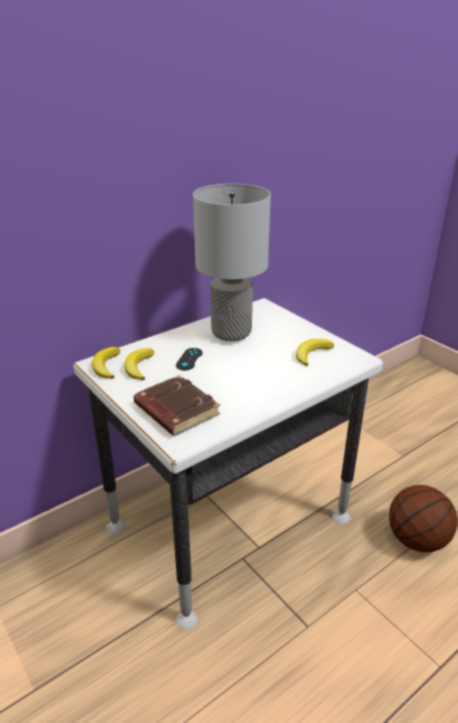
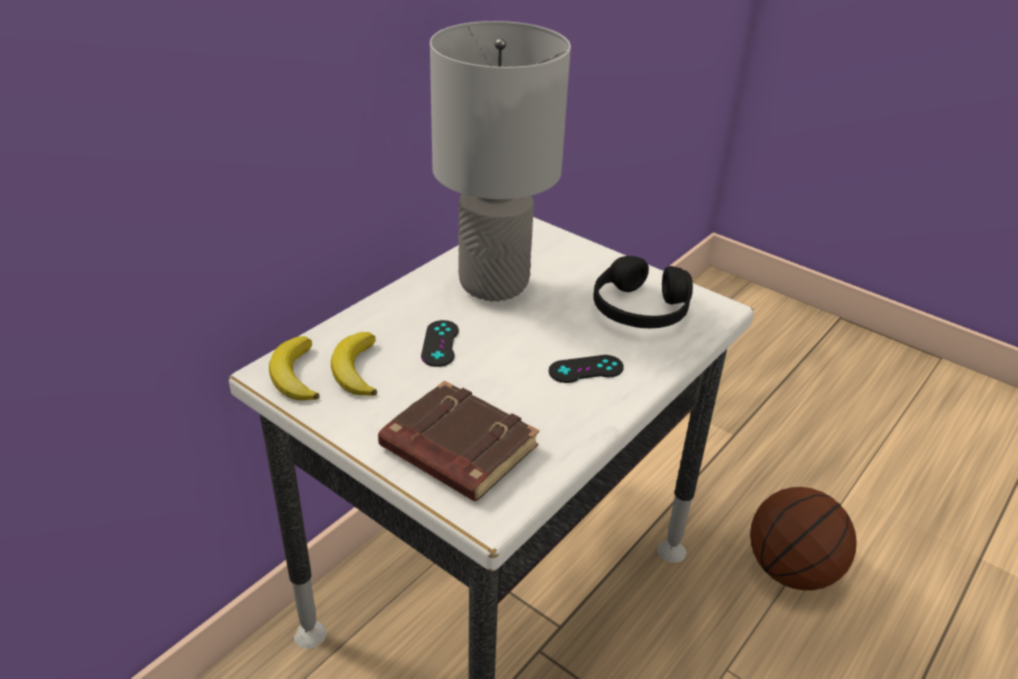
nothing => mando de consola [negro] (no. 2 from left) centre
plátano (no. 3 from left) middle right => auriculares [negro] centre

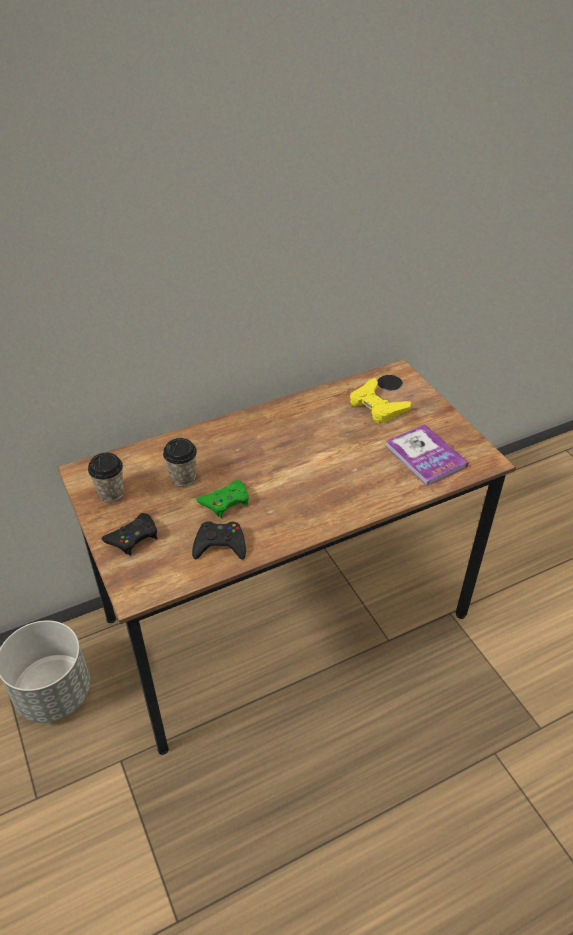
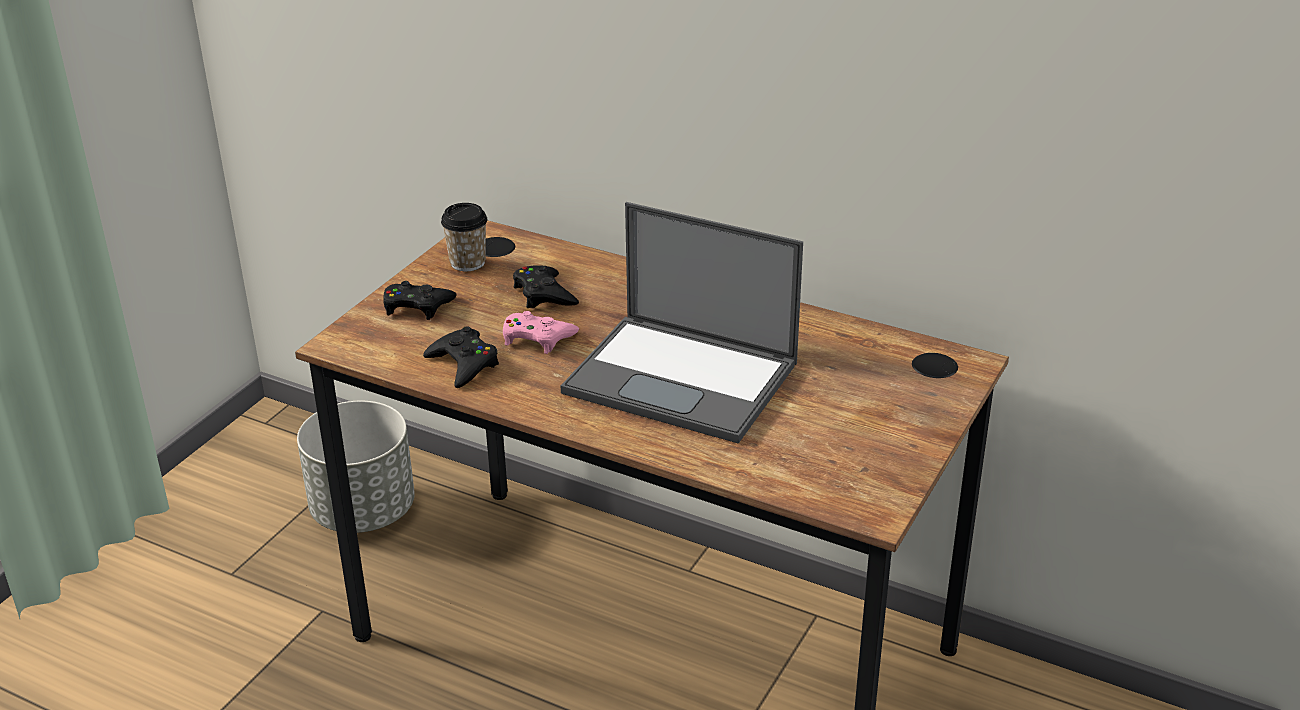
mando de consola [amarillo] centre => nothing
libro middle right => nothing
nothing => portátil centre
taza (no. 2 from left) middle left => mando de consola [negro] (no. 3 from left) centre
mando de consola [verde] centre => mando de consola [rosa] centre

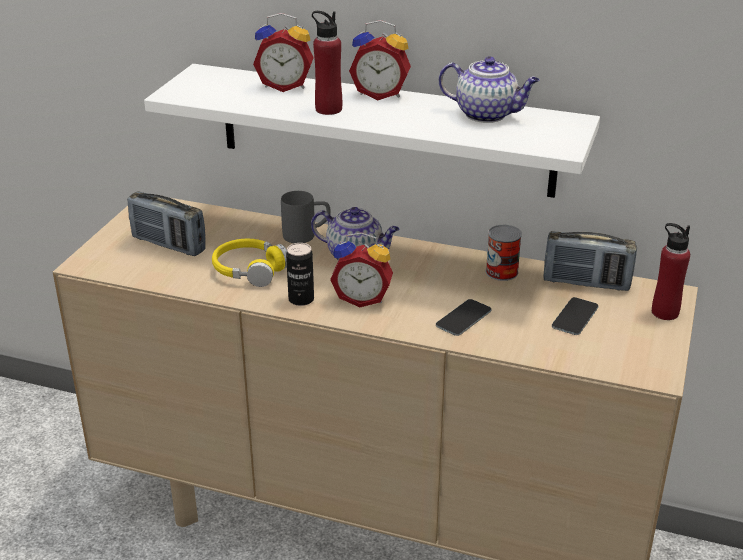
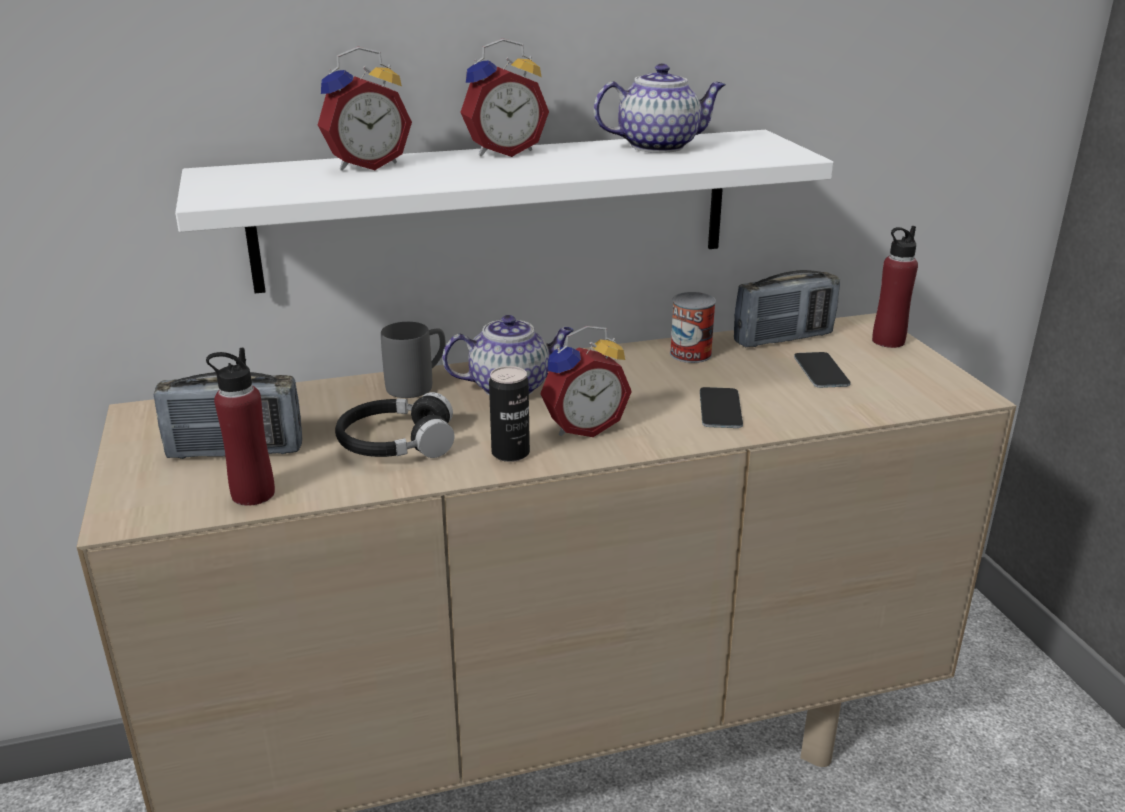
botella [rojo] (no. 1 from left) top centre => botella [rojo] (no. 1 from left) middle left, shifted
auriculares [amarillo] centre => auriculares [negro] centre

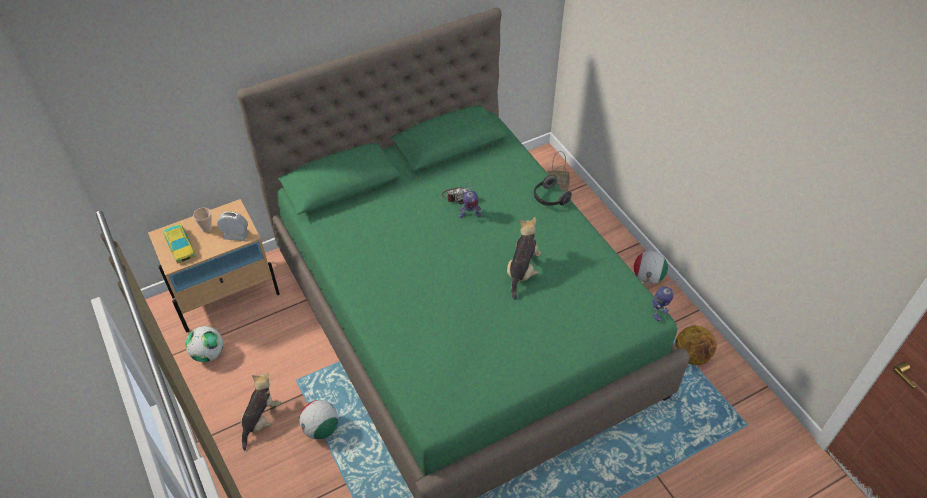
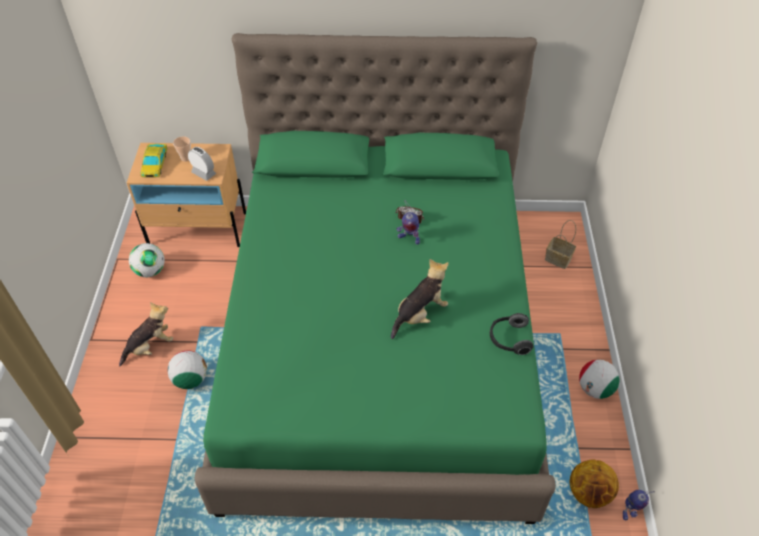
auriculares centre => auriculares middle right, shifted
robot de juguete (no. 2 from left) middle right => robot de juguete (no. 2 from left) bottom right, shifted

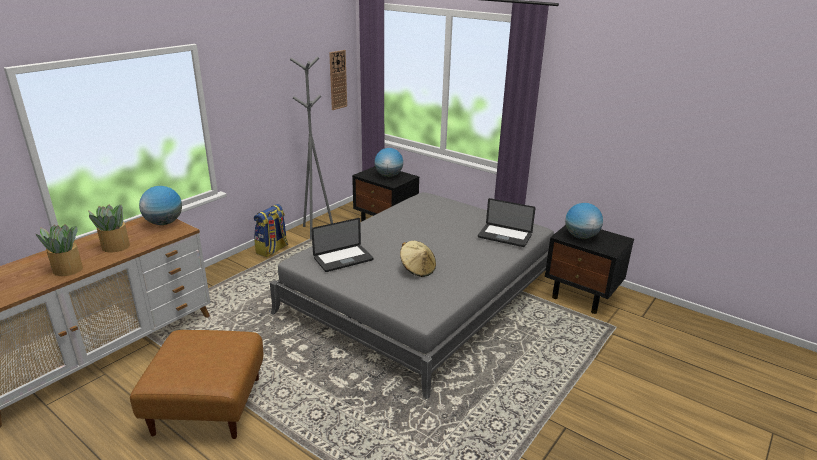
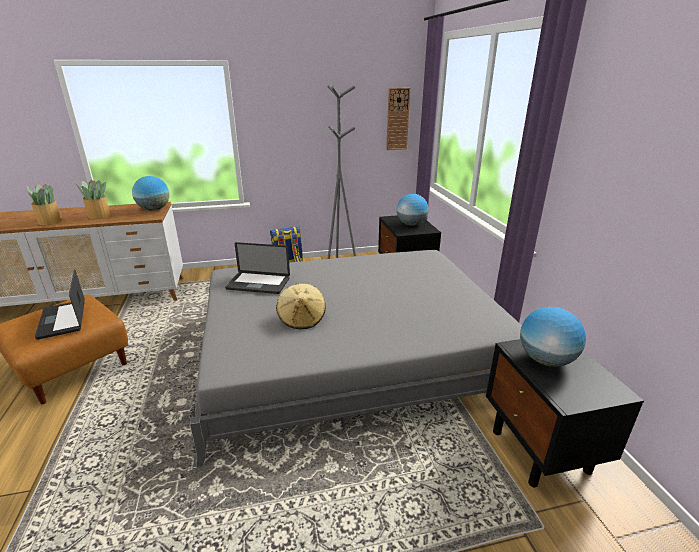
portátil (no. 2 from left in the first image) centre => portátil (no. 1 from left) middle left, shifted

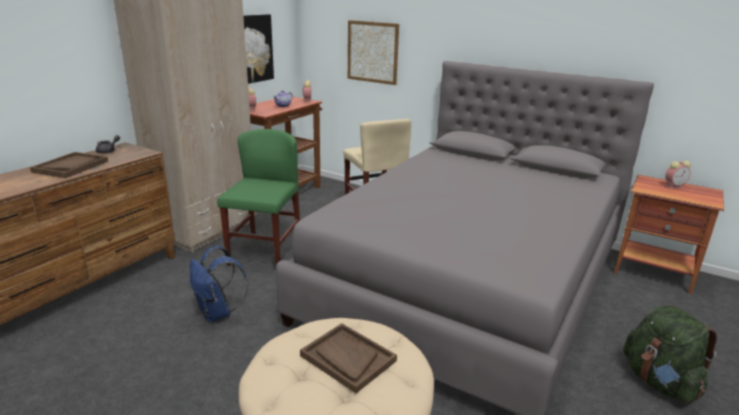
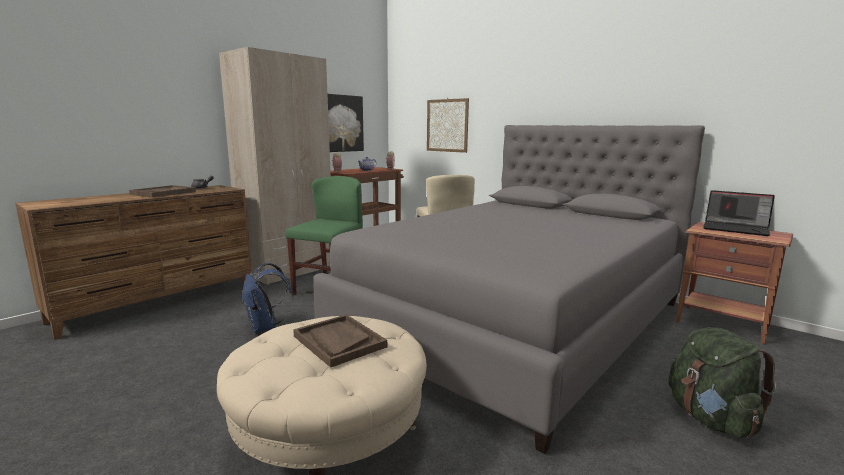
despertador (no. 3 from left) middle right => portátil middle right

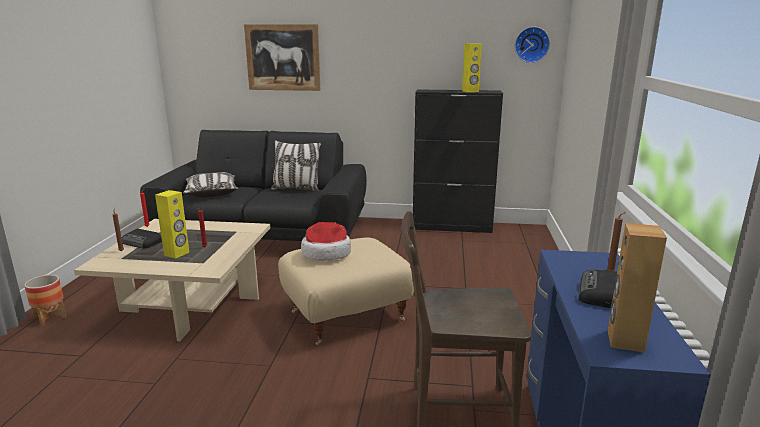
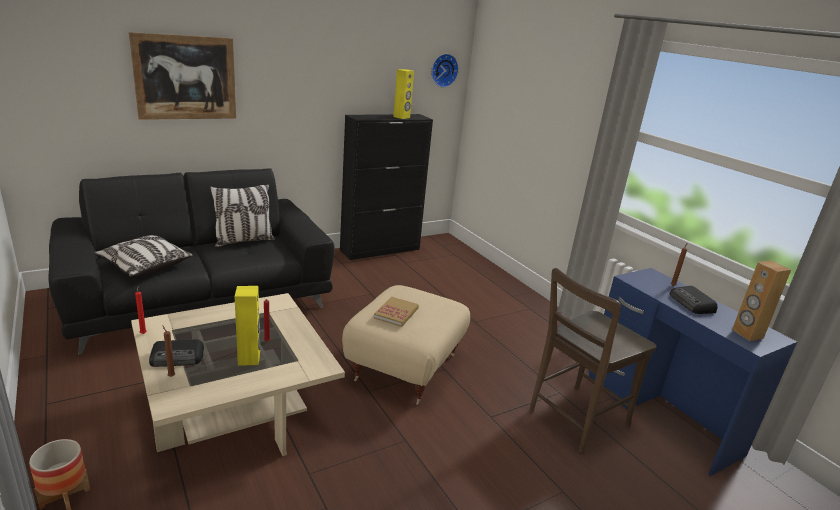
sombrero centre => libro centre

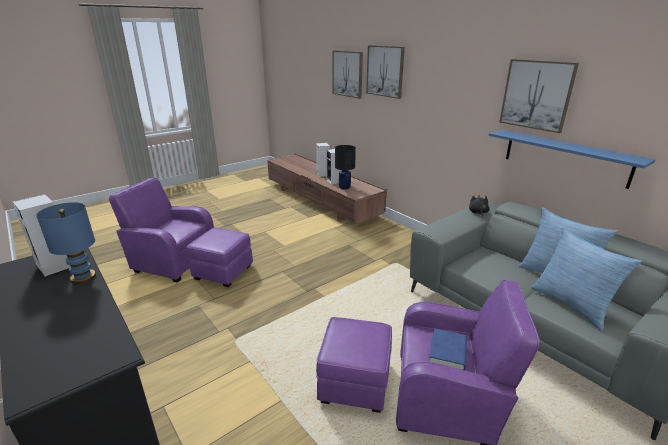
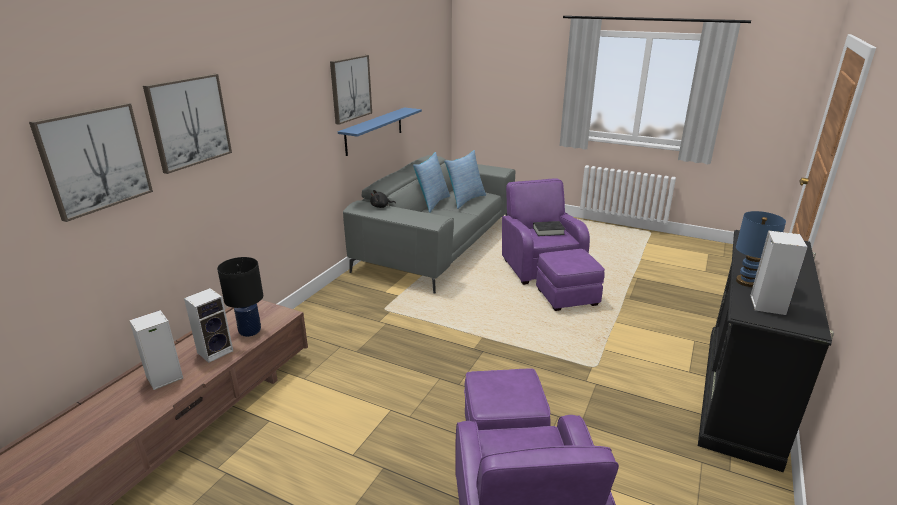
libro [azul] bottom right => libro [negro] centre

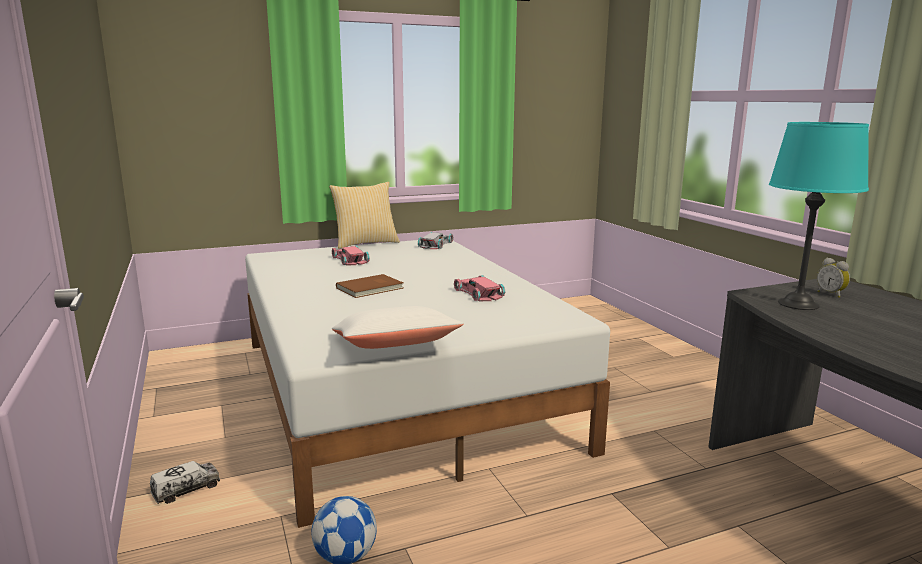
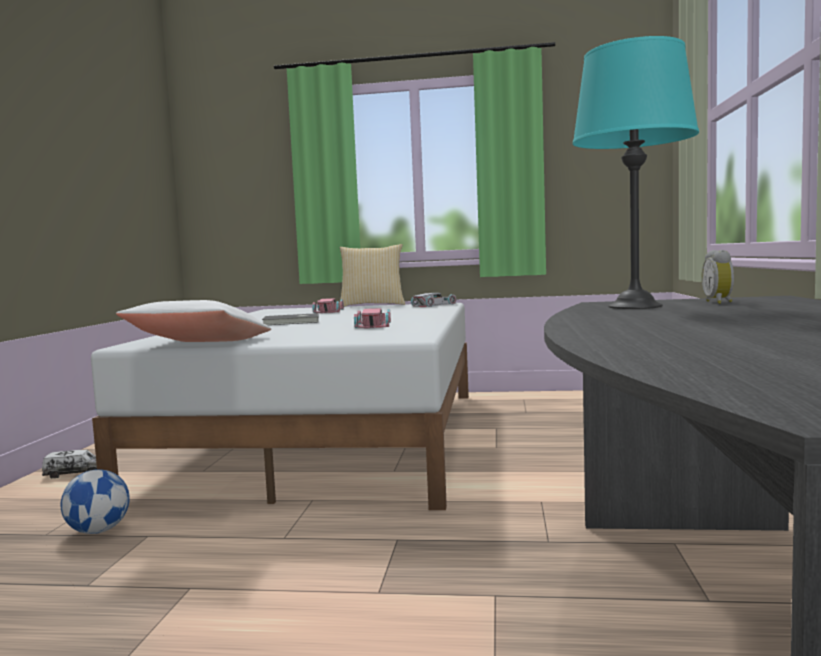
libro [marrón] centre => libro [gris] centre

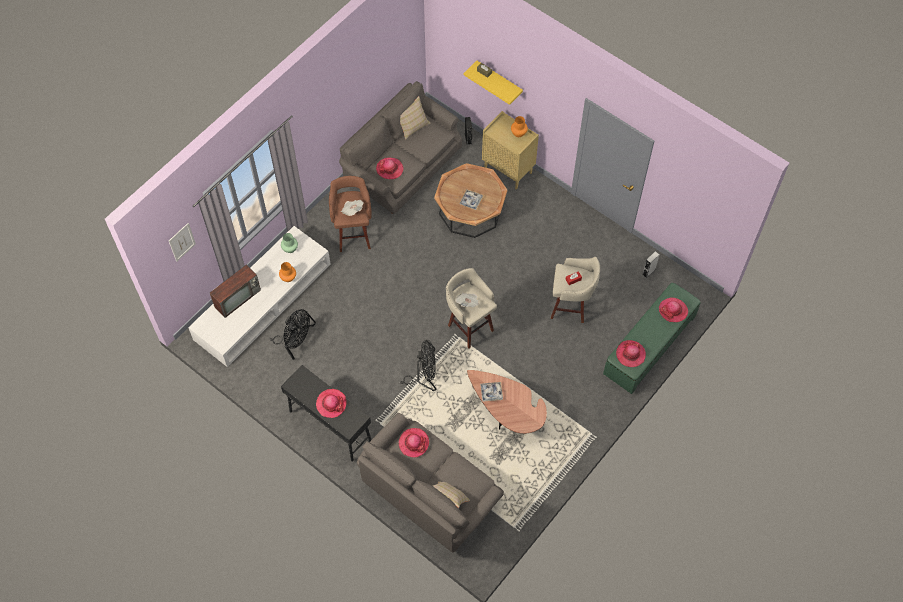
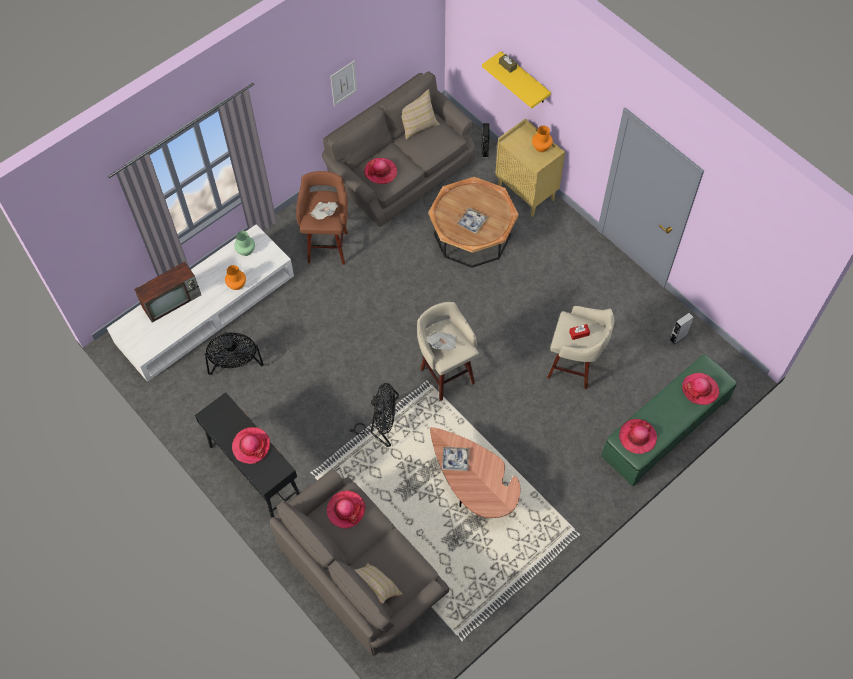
cuadro middle left => cuadro top centre, shifted
ventilador [negro] (no. 1 from left) middle left, 45 degrees clockwise

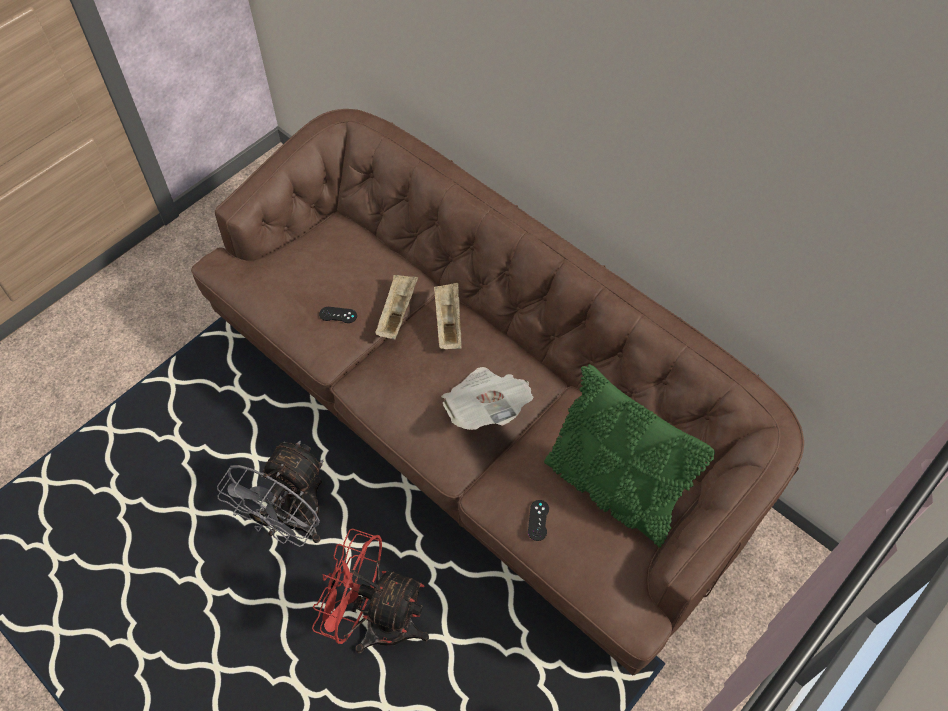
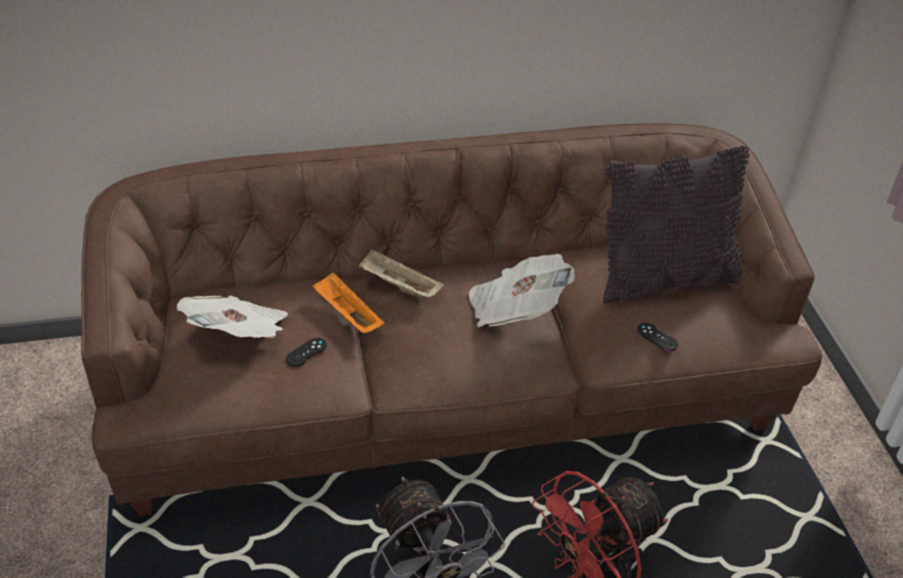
nothing => periódico (no. 1 from left) middle left
bandeja [beis] (no. 1 from left) centre => bandeja [naranja] centre
cojín [verde] centre => cojín [negro] middle right

